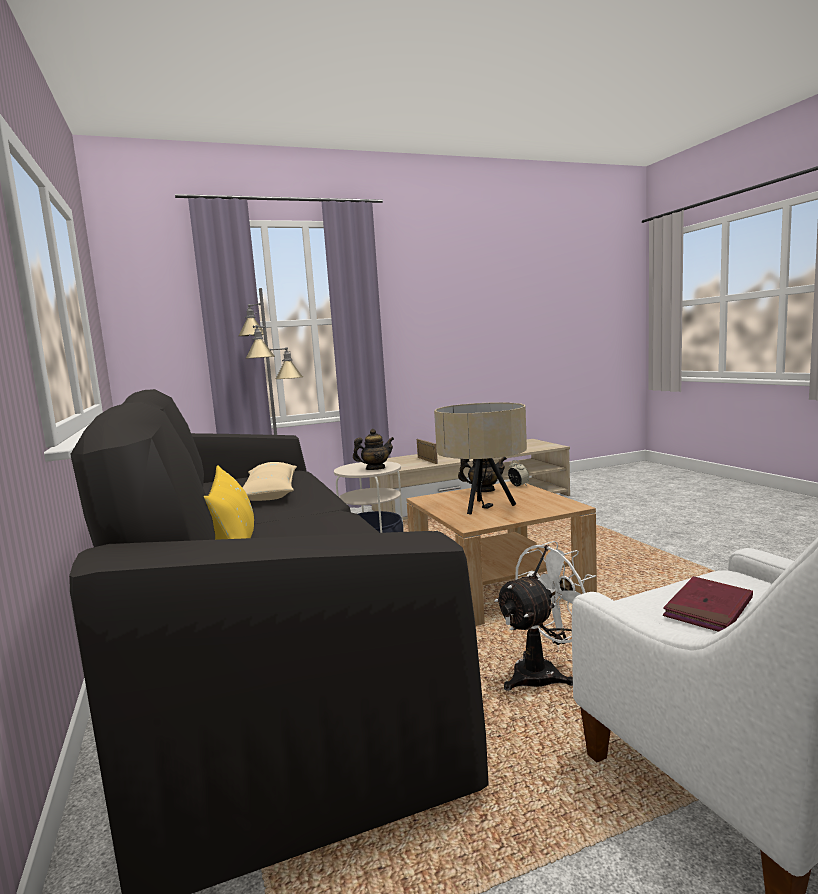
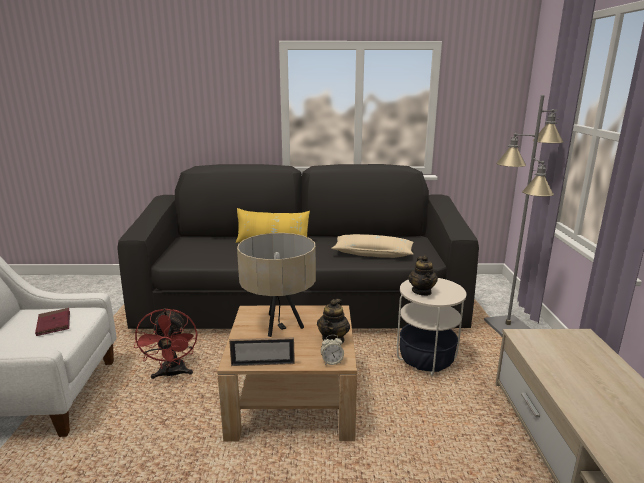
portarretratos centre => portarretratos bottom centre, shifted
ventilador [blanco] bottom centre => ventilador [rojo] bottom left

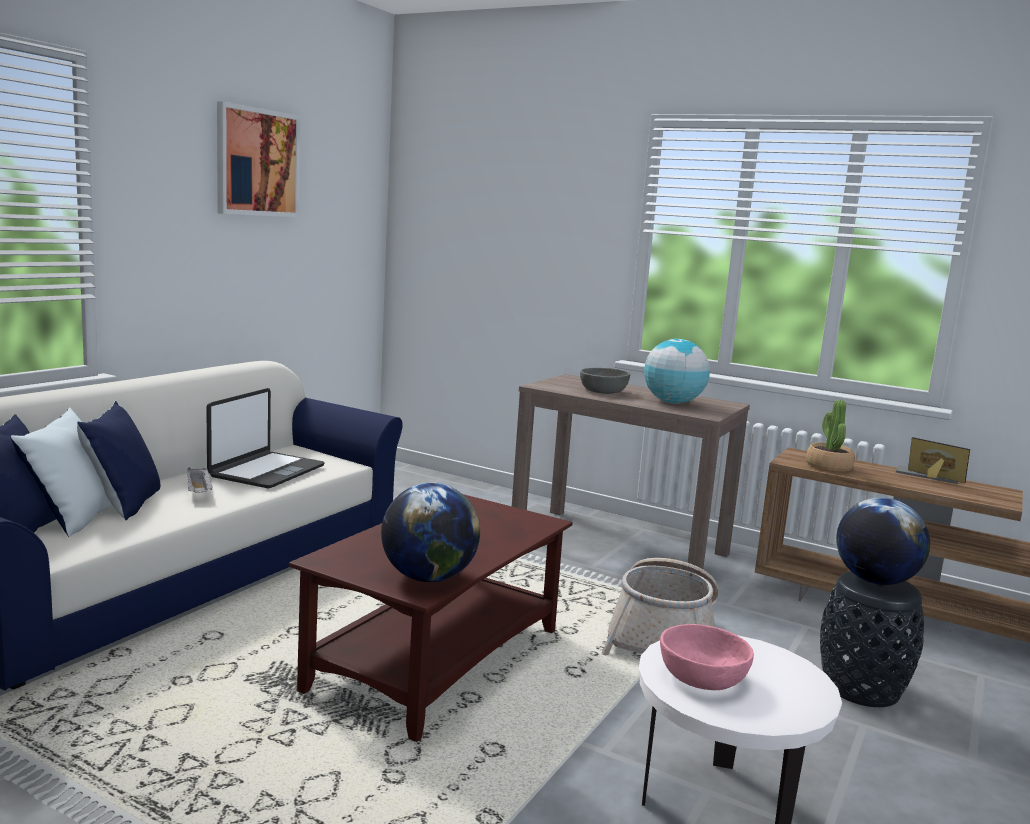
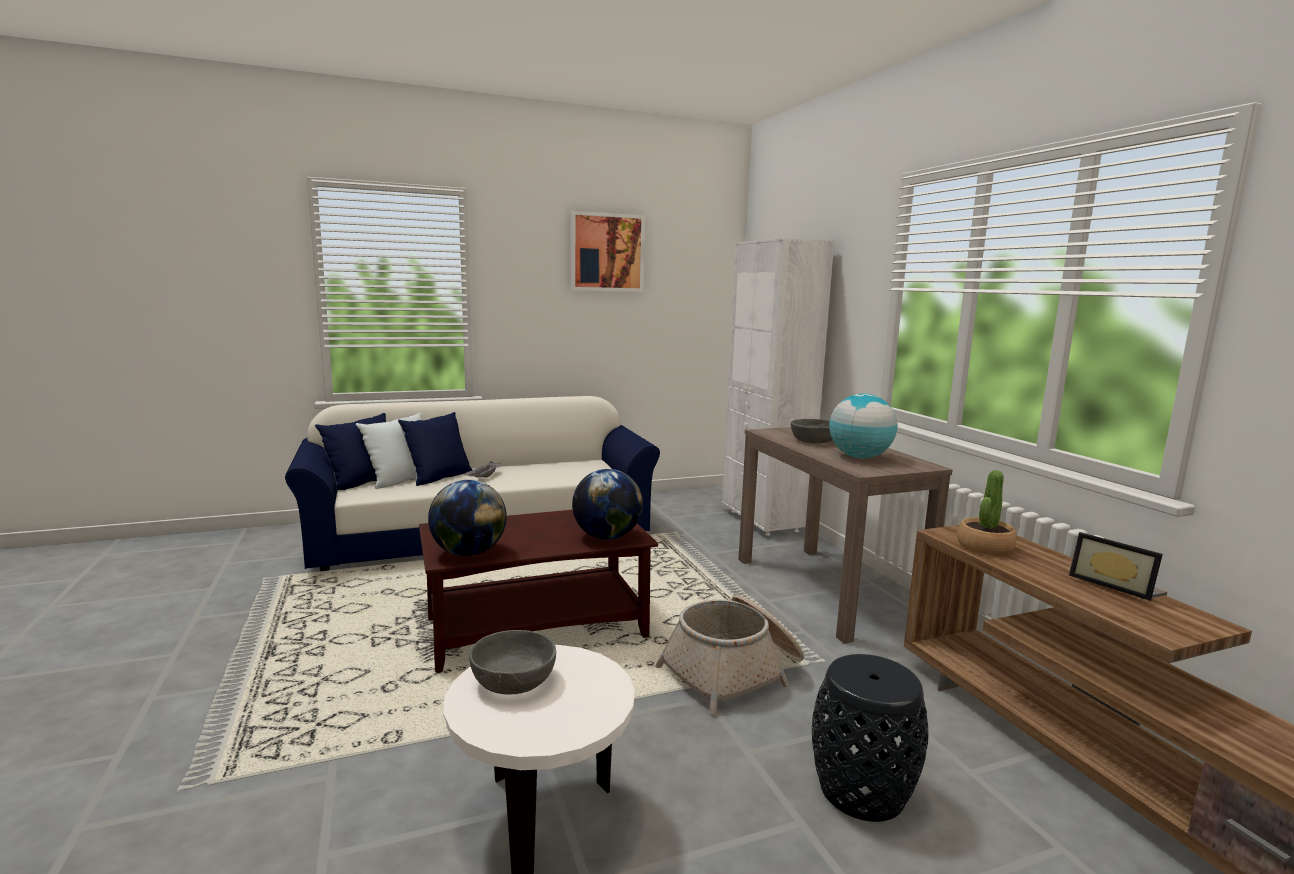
portátil middle left => nothing
nothing => armario [blanco] centre
globo terráqueo (no. 3 from left in the first image) middle right => globo terráqueo (no. 2 from left) centre, shifted
cuenco [rosa] bottom right => cuenco [gris] (no. 1 from left) bottom centre
portarretratos middle right, 150 degrees clockwise

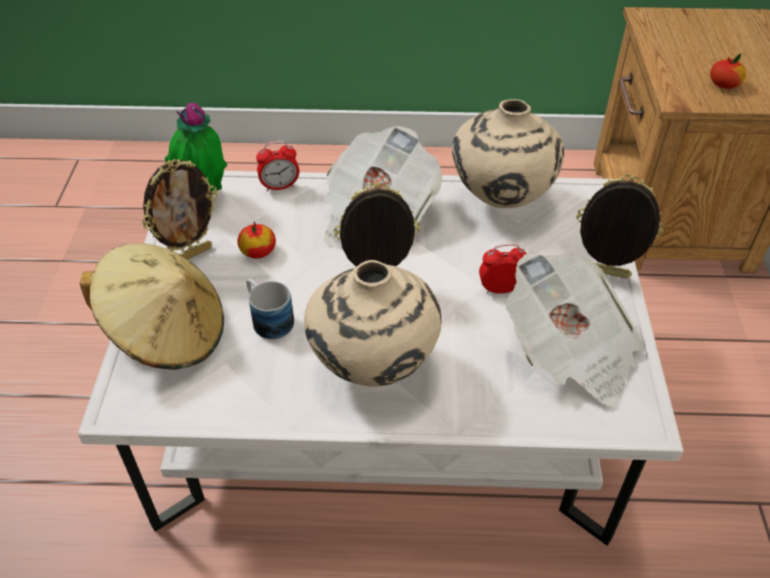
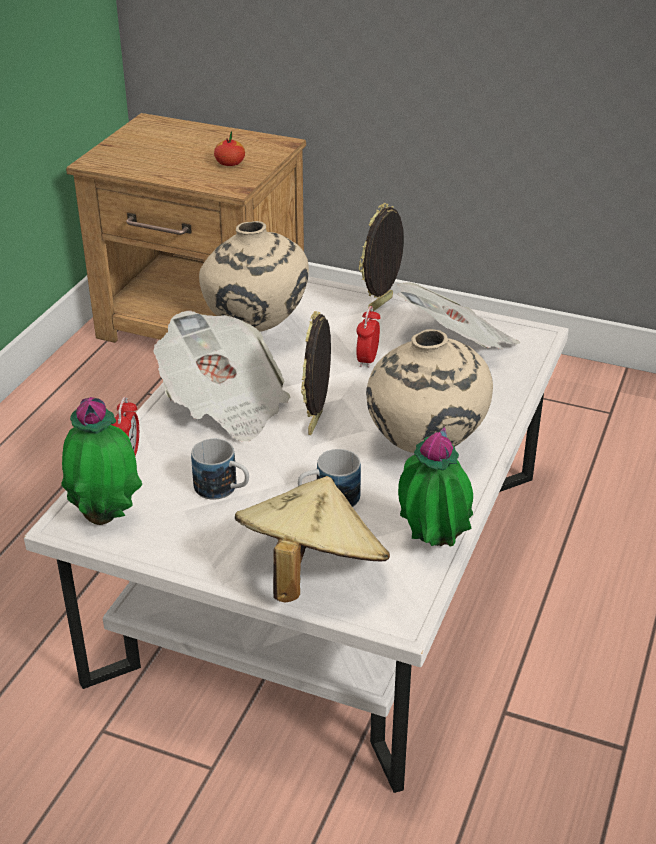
portarretratos (no. 1 from left) middle left => nothing
nothing => planta en maceta (no. 2 from left) centre
manzana (no. 1 from left) middle left => taza grande (no. 1 from left) centre

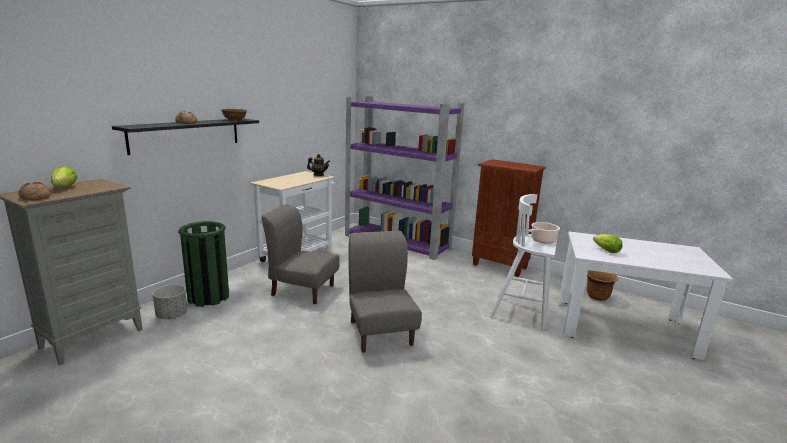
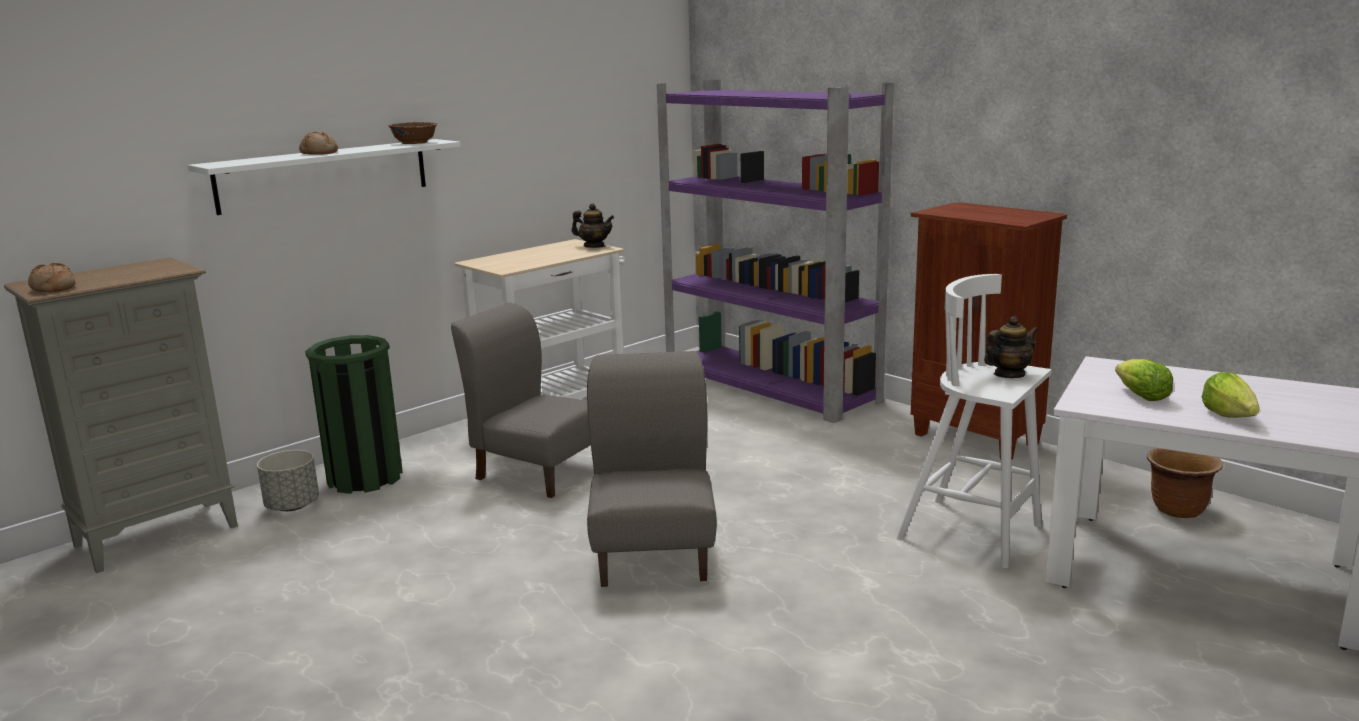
lechuga (no. 1 from left in the first image) middle left => lechuga (no. 2 from left) middle right, shifted
olla middle right => tetera (no. 2 from left) middle right
estante [negro] top left => estante [blanco] top left

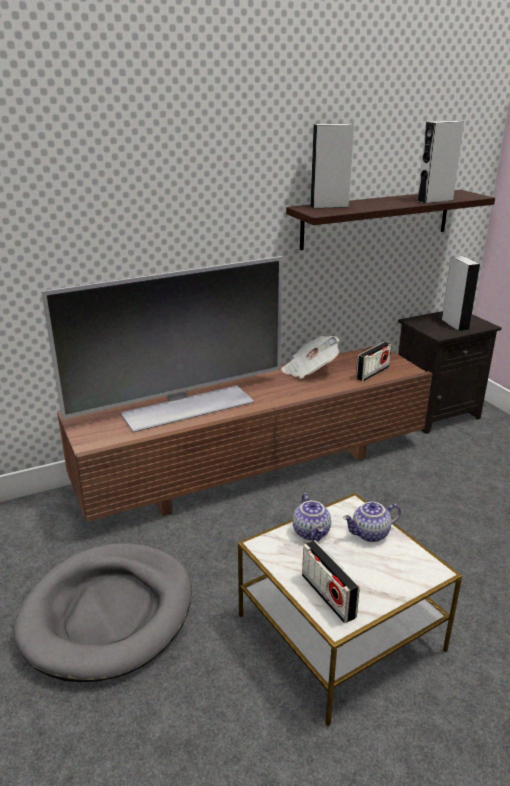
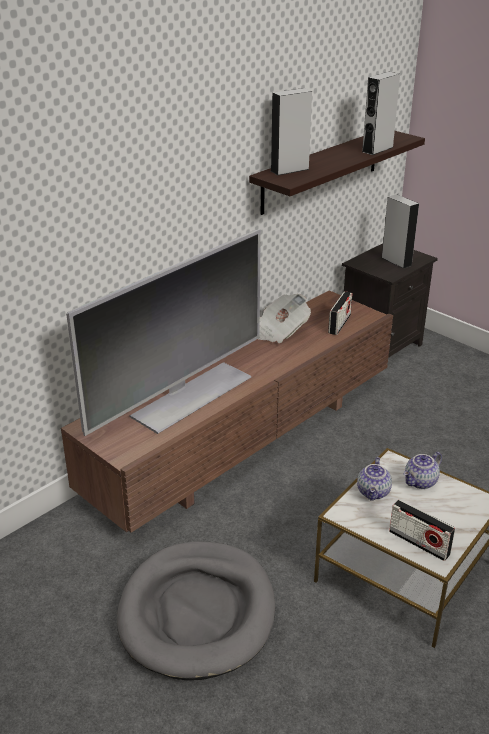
tetera (no. 1 from left) centre => tetera (no. 1 from left) middle right, 45 degrees clockwise

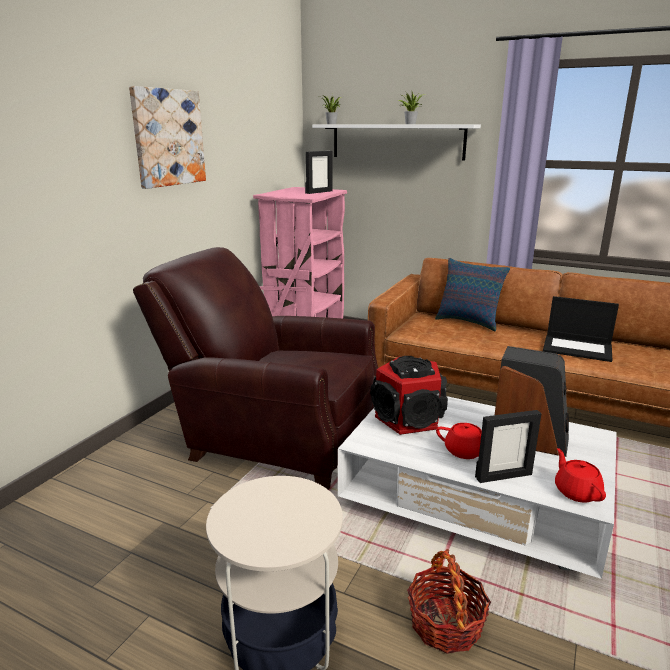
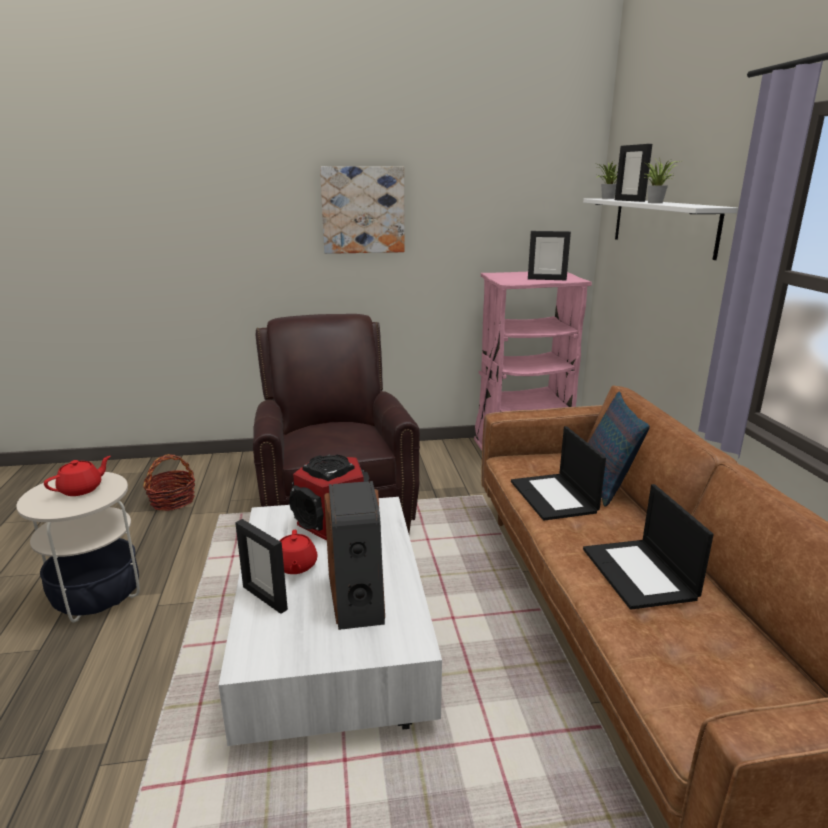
nothing => portátil (no. 1 from left) middle right
nothing => portarretratos (no. 3 from left) top right
cesta bottom right => cesta middle left, shifted
tetera [rojo] (no. 2 from left in the first image) bottom right => tetera [rojo] (no. 1 from left) middle left, shifted

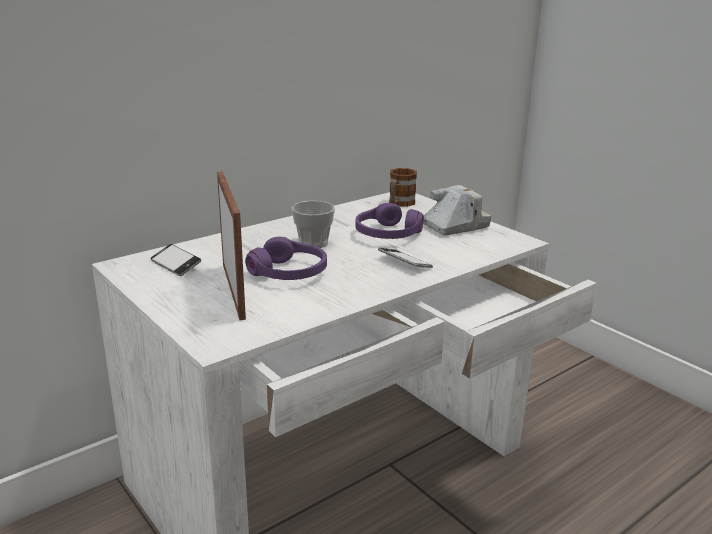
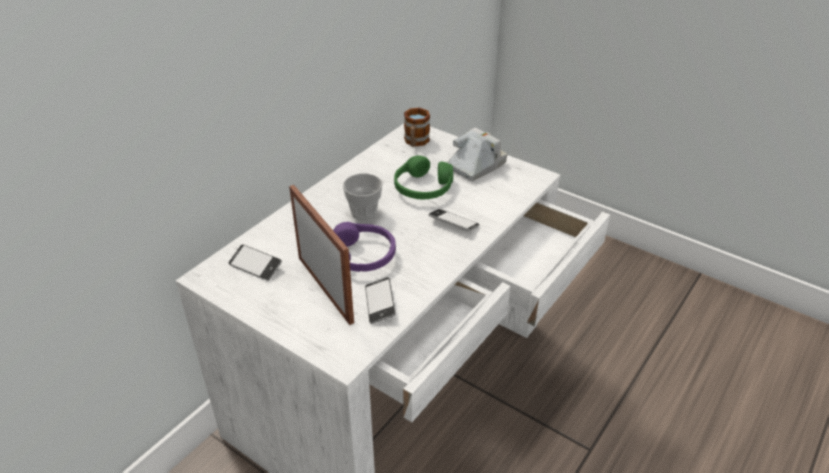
nothing => móvil (no. 2 from left) centre
auriculares [morado] (no. 2 from left) centre => auriculares [verde] centre

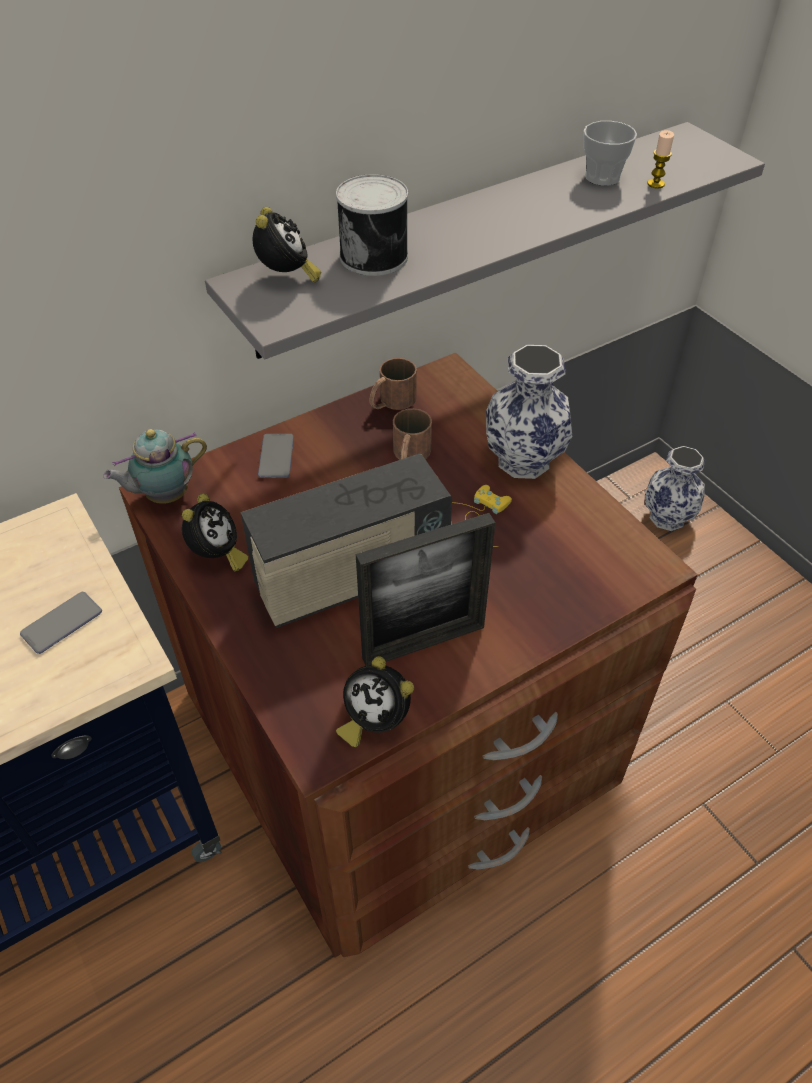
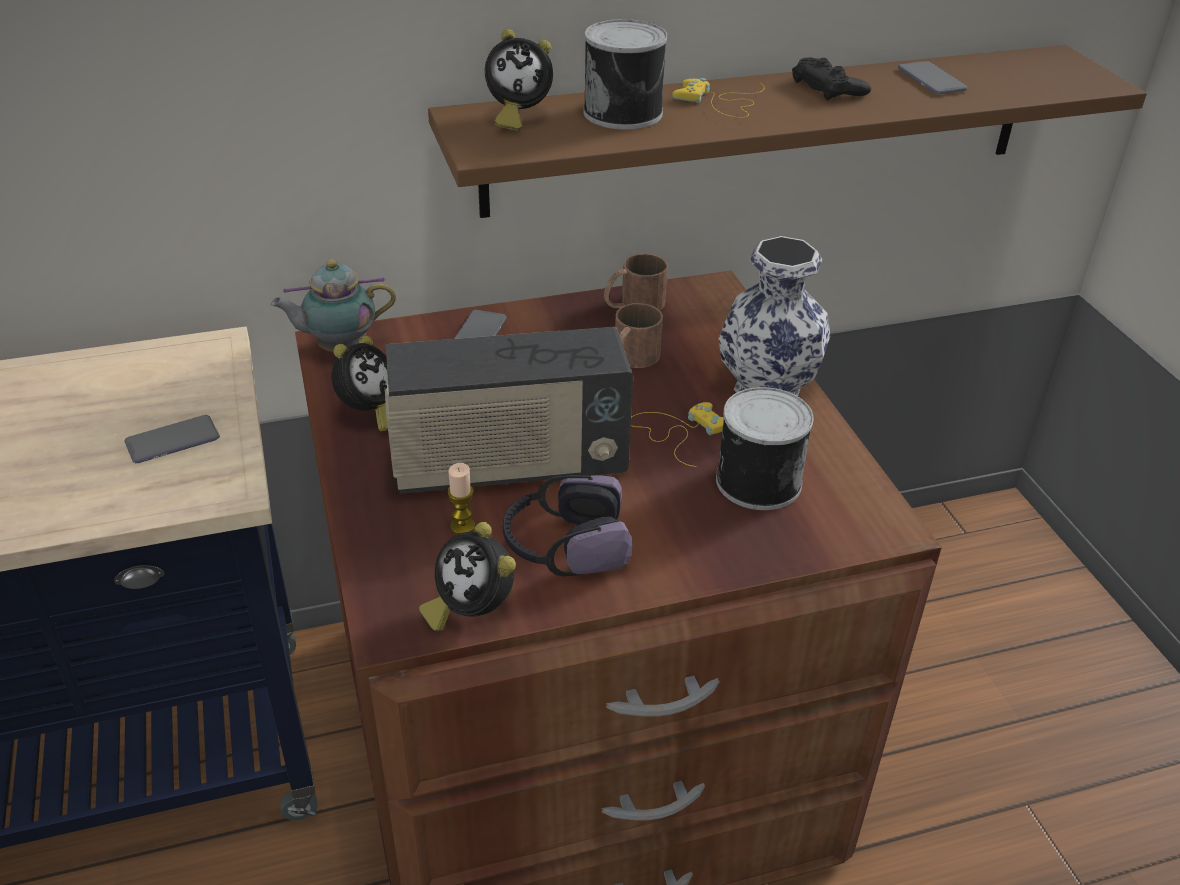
florero (no. 2 from left) middle right => nothing
nothing => mando de consola [amarillo] (no. 2 from left) top centre
nothing => lata (no. 2 from left) centre
nothing => mando de consola [negro] top right
vela top right => vela centre, shifted
portarretratos centre => auriculares centre
taza top right => móvil (no. 3 from left) top right
estante [gris] top centre => estante [marrón] top right
despertador (no. 2 from left in the first image) top centre => despertador (no. 3 from left) top centre, 75 degrees clockwise

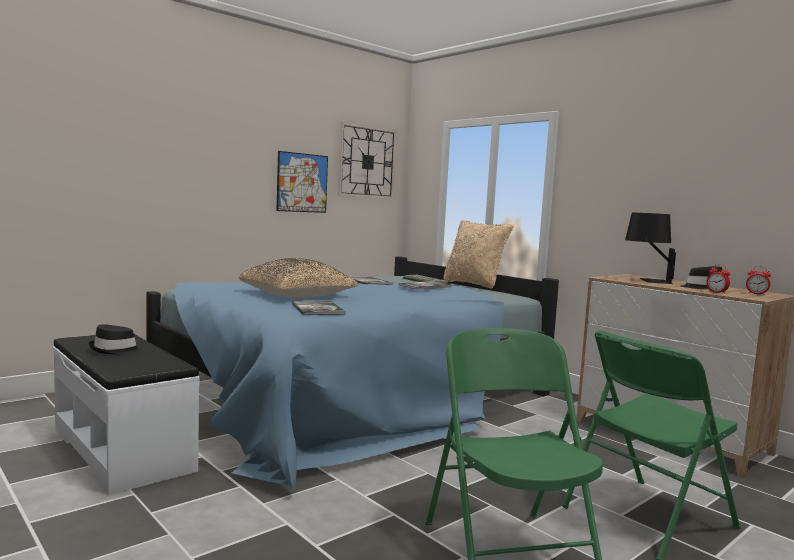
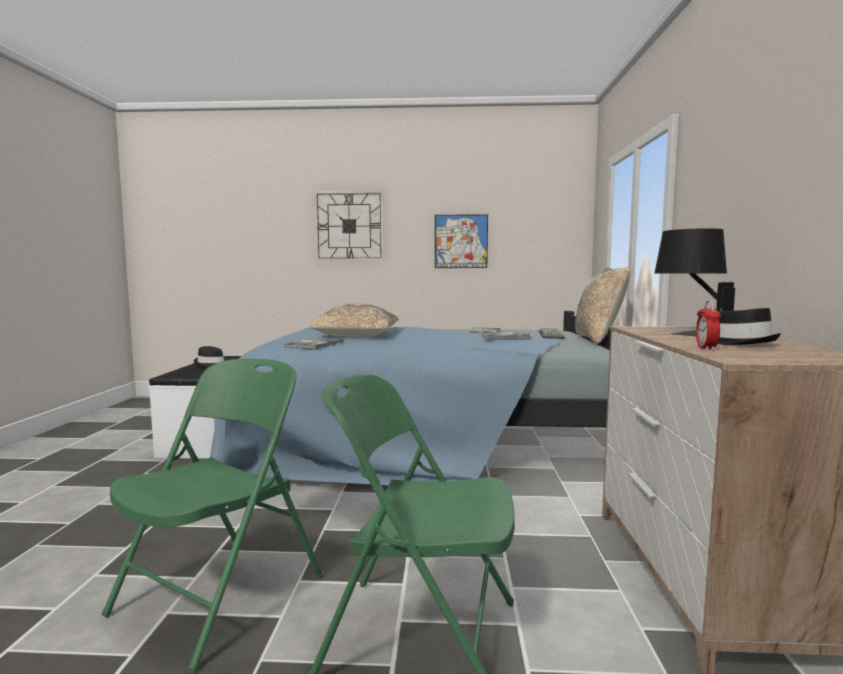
despertador (no. 2 from left) middle right => nothing
reloj de pared top centre => reloj de pared centre, shifted

